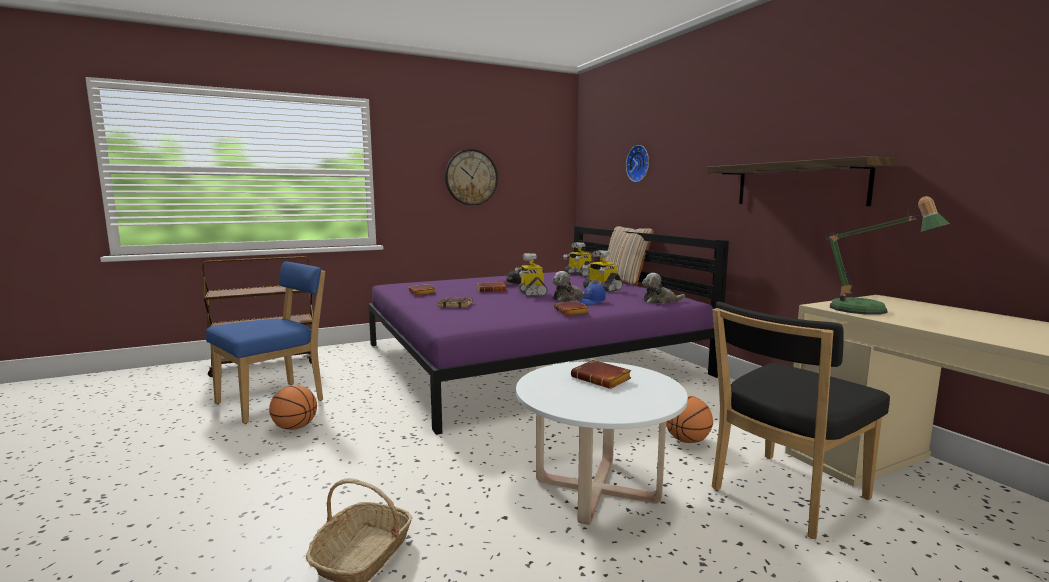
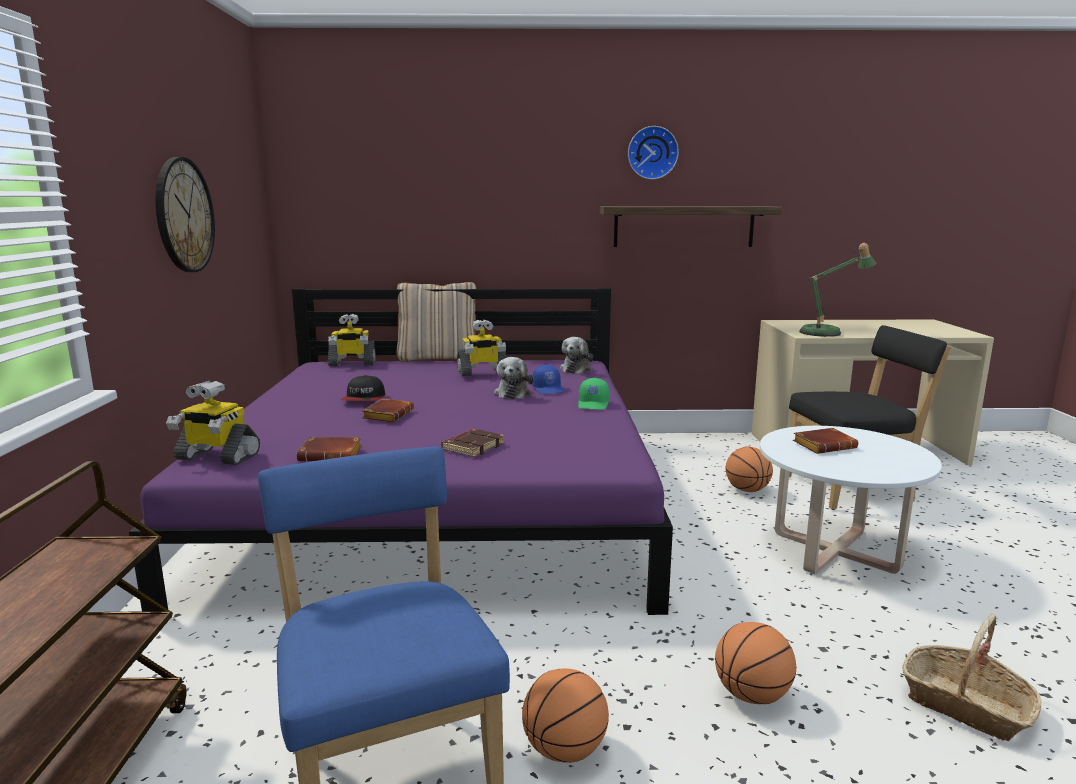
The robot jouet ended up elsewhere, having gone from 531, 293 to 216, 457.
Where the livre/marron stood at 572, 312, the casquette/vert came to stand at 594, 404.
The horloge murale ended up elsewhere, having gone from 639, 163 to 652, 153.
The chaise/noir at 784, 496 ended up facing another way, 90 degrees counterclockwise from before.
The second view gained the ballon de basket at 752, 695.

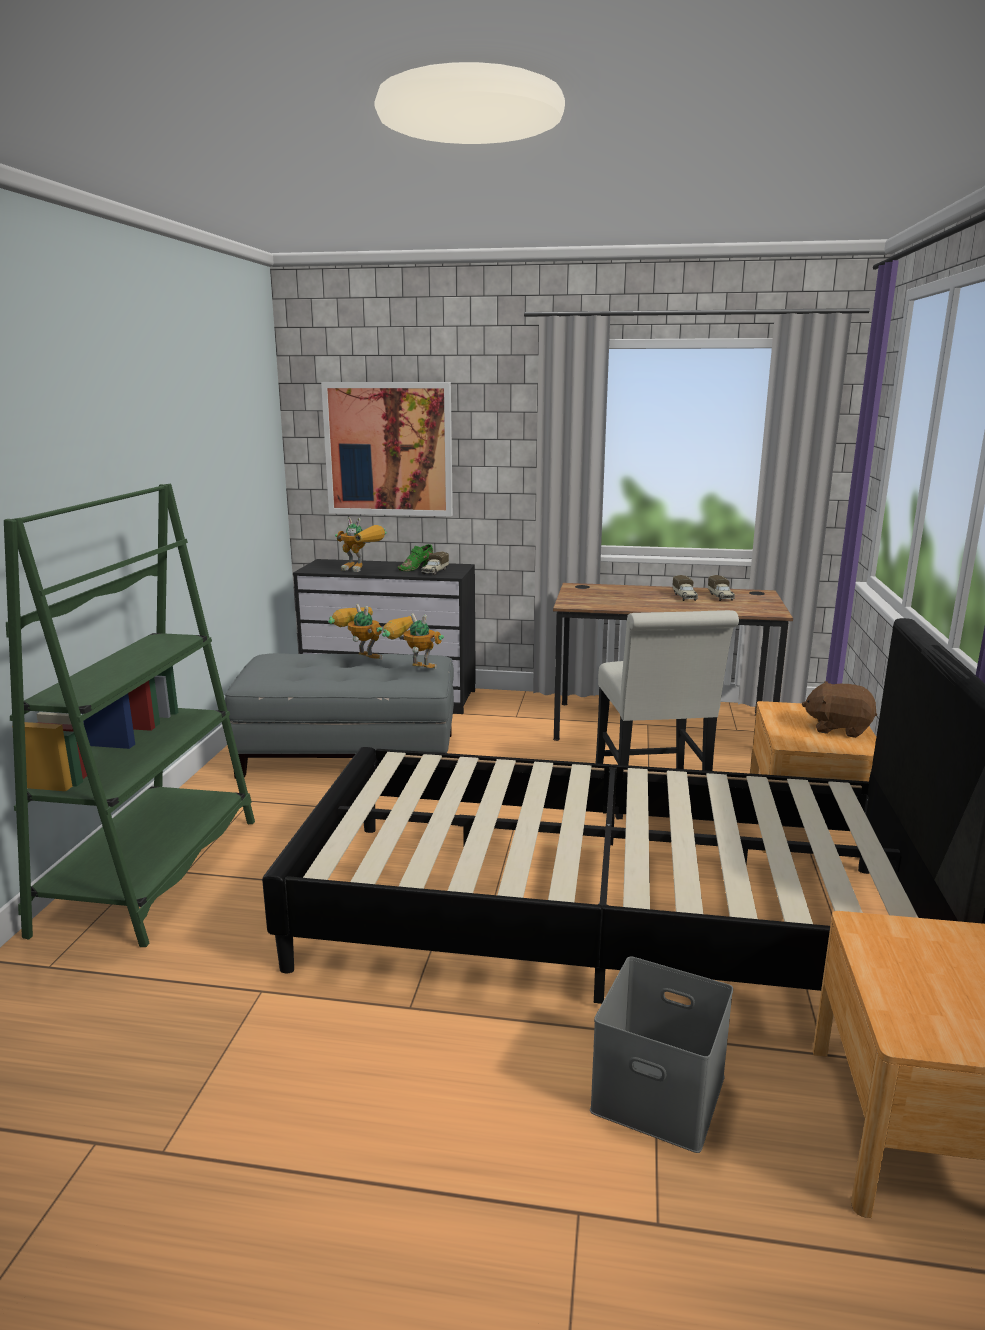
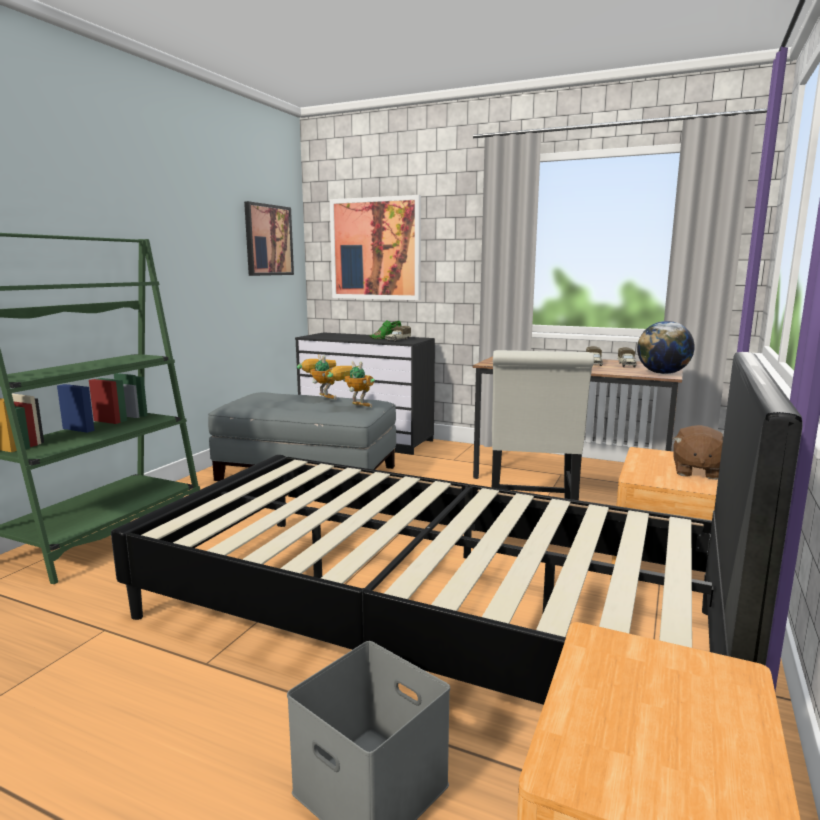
The second view lost the robot jouet at 362, 569.
The peluche/marron at 838, 728 ended up facing another way, 105 degrees counterclockwise from before.
The second view gained the tableau at 268, 240.
The second view gained the globe at 663, 373.

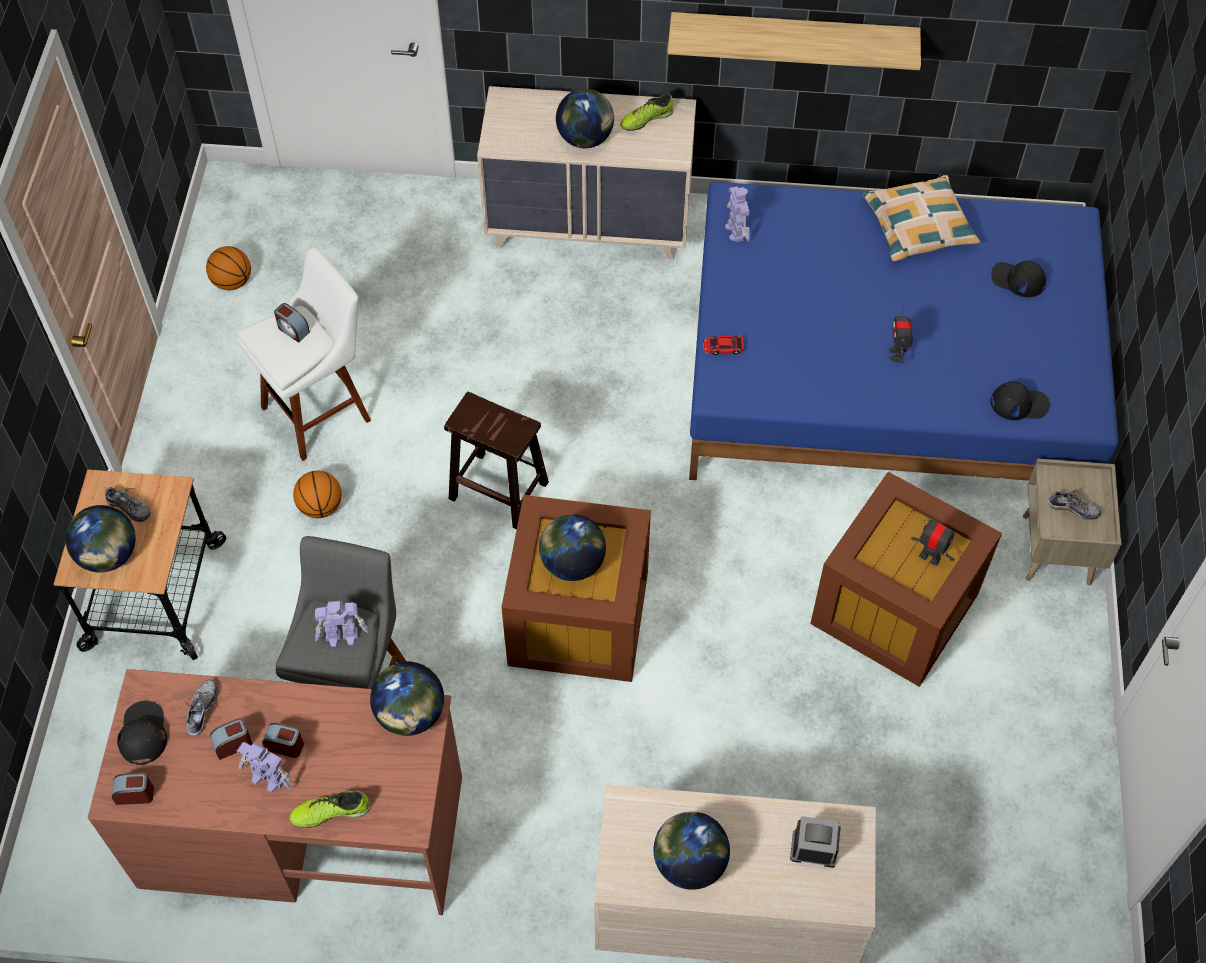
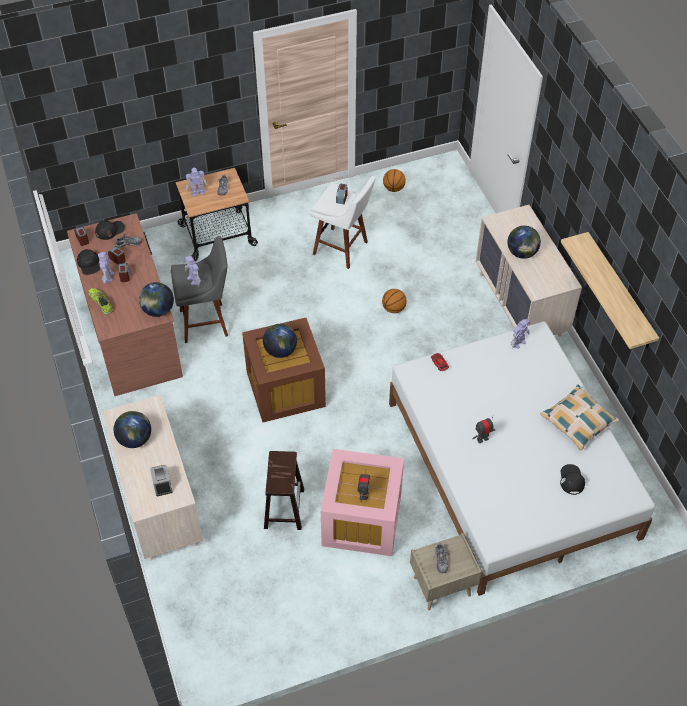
Where the globe stood at 109, 555, the robot jouet came to stand at 197, 192.
The ballon de basket ended up elsewhere, having gone from 321, 506 to 394, 308.
The tabouret/marron ended up elsewhere, having gone from 497, 490 to 284, 507.
The second view lost the chaussure at 646, 119.
What was the lit/bleu at 888, 373 turned into the lit/blanc at 510, 469.
What was the boîte de rangement/marron at 891, 609 turned into the boîte de rangement/rose at 361, 518.
The casquette/noir ended up elsewhere, having gone from 1019, 404 to 89, 264.

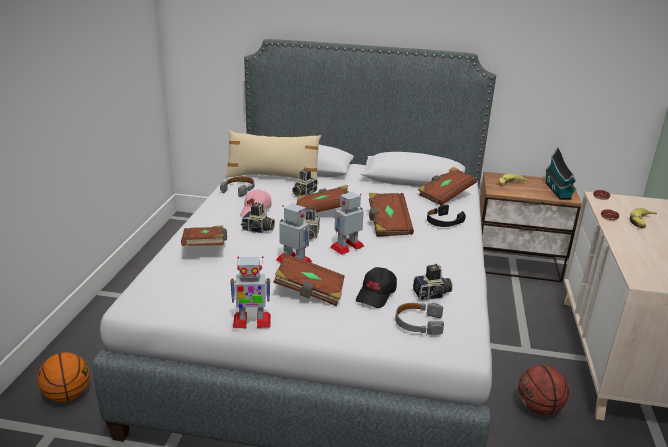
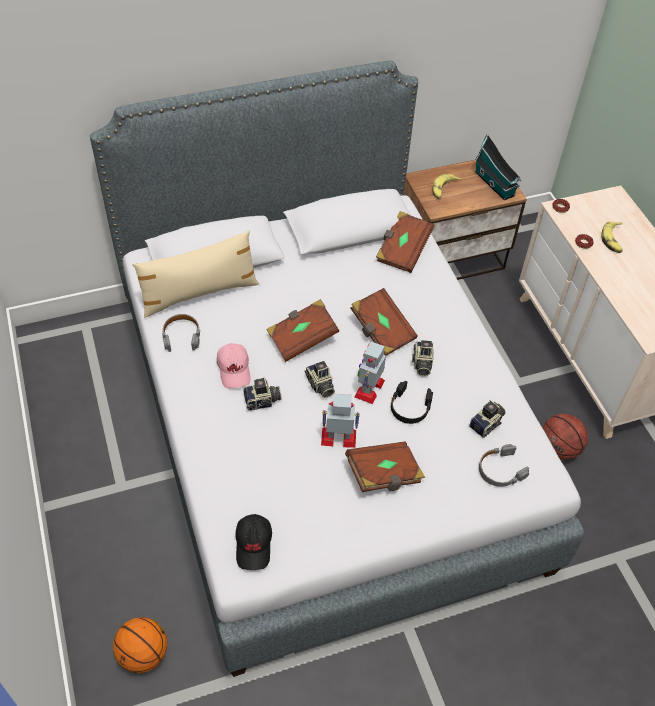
The second view lost the livre/marron at 205, 247.
The second view lost the robot jouet at 251, 321.
The appareil photo ended up elsewhere, having gone from 303, 193 to 421, 364.
The casquette/noir ended up elsewhere, having gone from 376, 295 to 254, 545.
The casque audio/noir ended up elsewhere, having gone from 443, 221 to 410, 407.

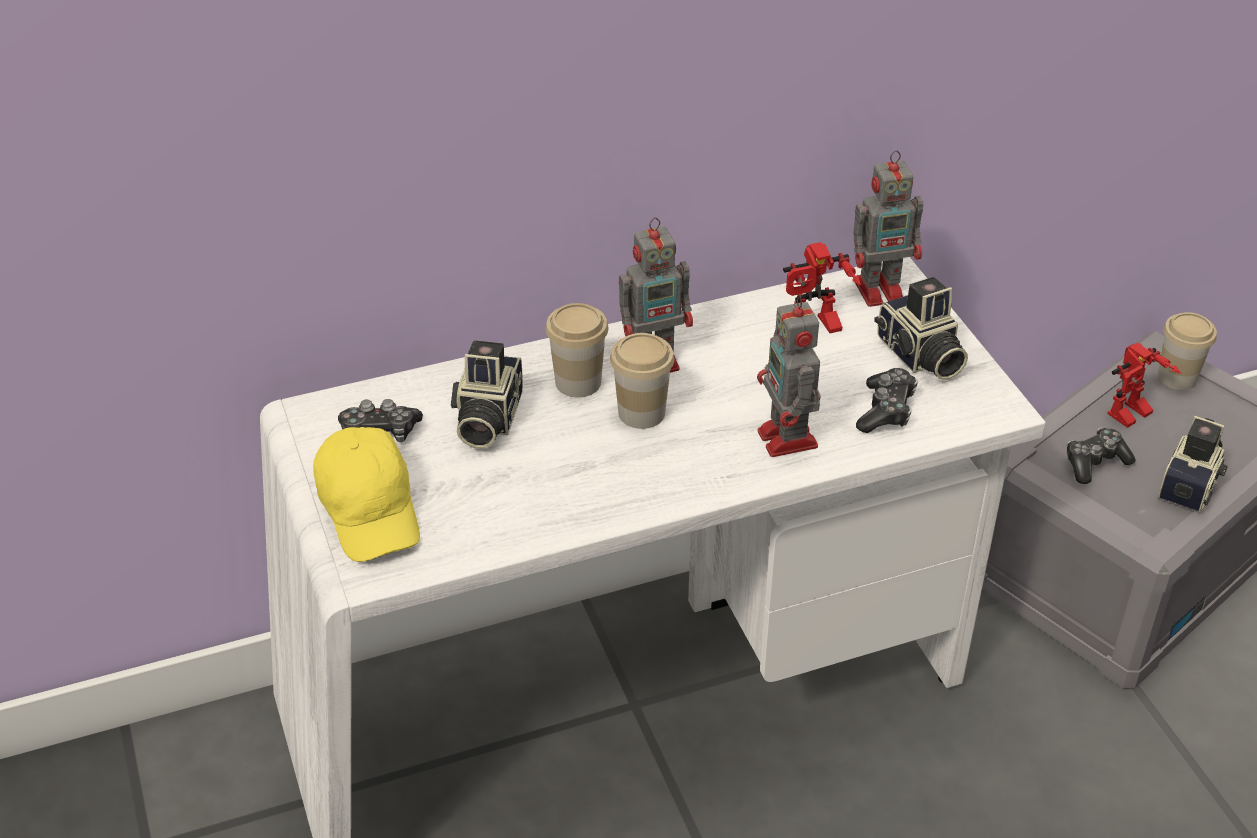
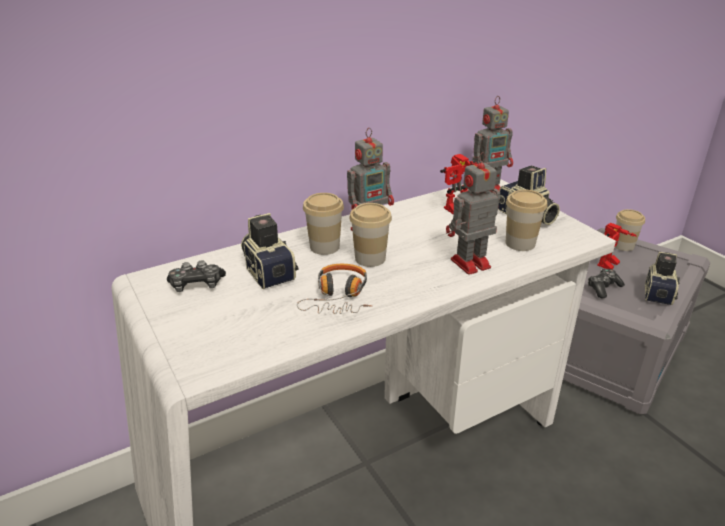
The second view lost the casquette/jaune at 370, 510.
The appareil photo at 486, 419 ended up facing another way, 150 degrees clockwise from before.
The robot jouet at 788, 441 ended up facing another way, 90 degrees clockwise from before.
Where the manette stood at 886, 410, the tasse came to stand at 520, 243.
The second view gained the casque audio at 339, 298.

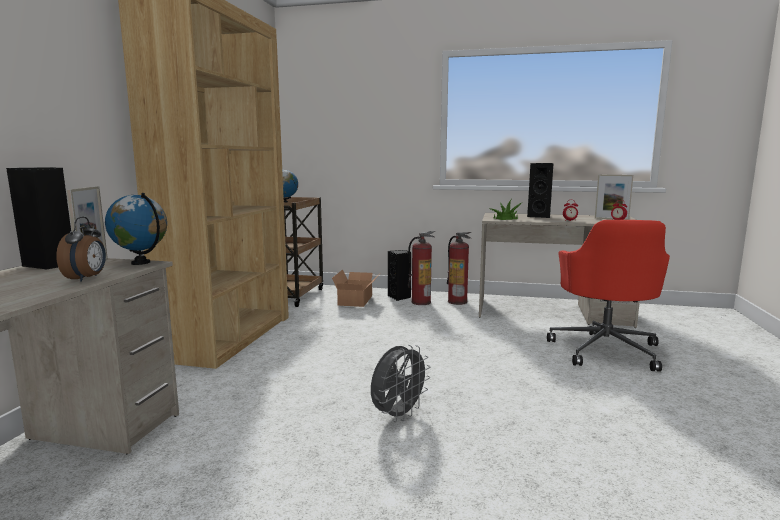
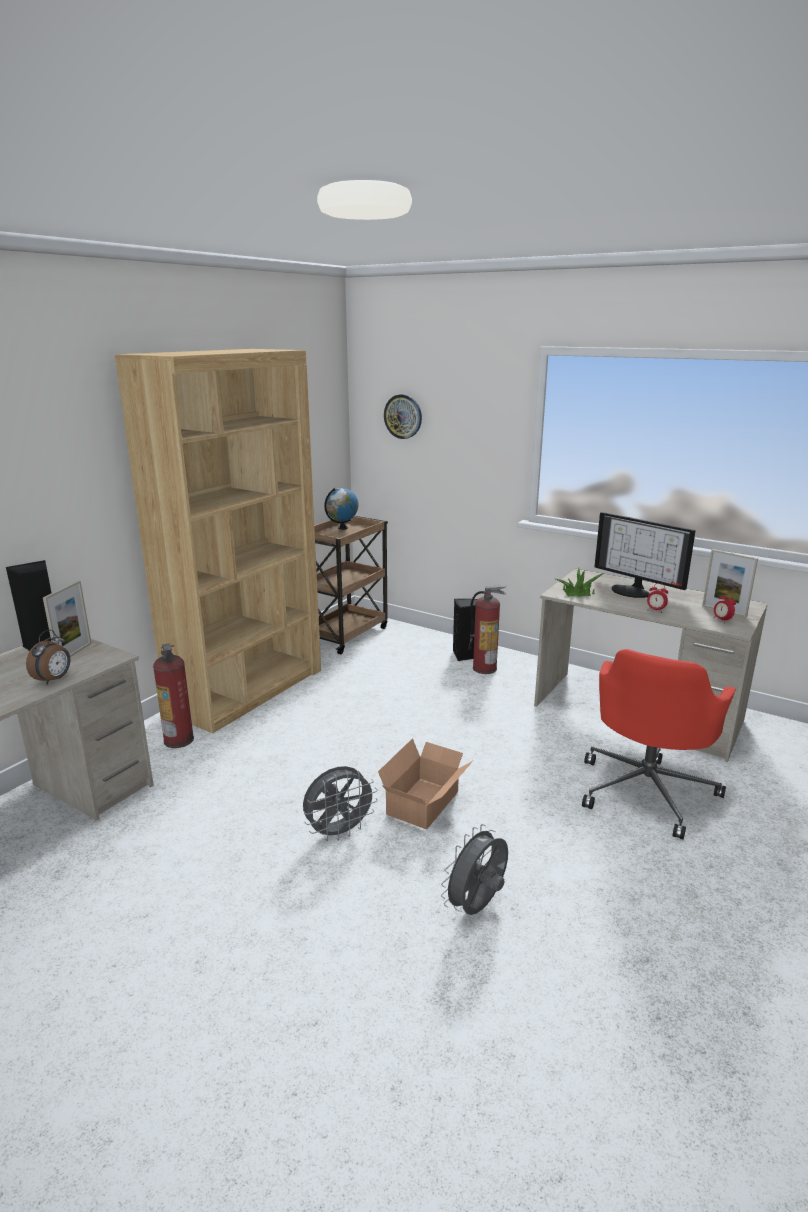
The second view lost the globe at 141, 263.
The carton ended up elsewhere, having gone from 357, 300 to 426, 803.
The extincteur ended up elsewhere, having gone from 457, 301 to 179, 740.
Where the enceinte/noir stood at 540, 216, the écran d'ordinateur came to stand at 633, 590.
The second view gained the horloge murale at 403, 416.
The second view gained the ventilateur/gris at 477, 907.

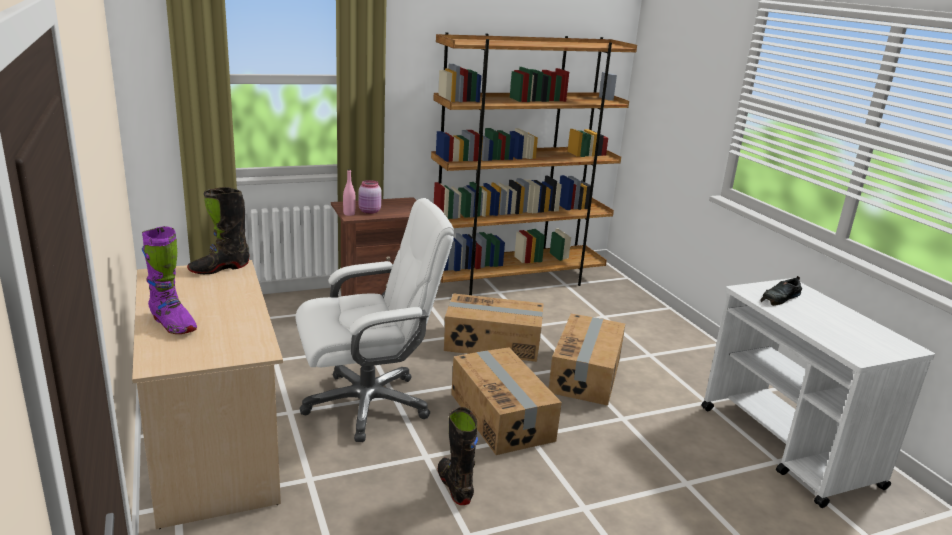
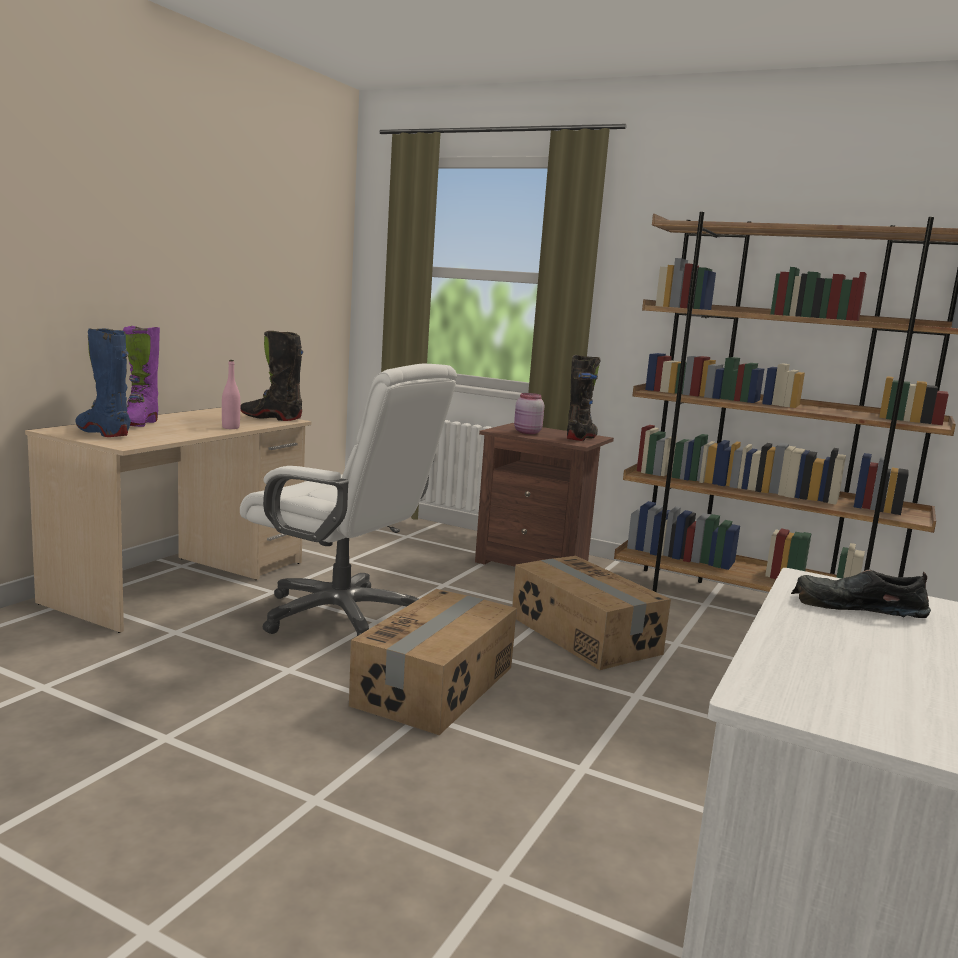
The bouteille/rose ended up elsewhere, having gone from 349, 214 to 230, 427.
The botte/noir ended up elsewhere, having gone from 455, 486 to 581, 438.
The second view lost the carton at 586, 374.
The second view gained the botte/bleu at 103, 432.

